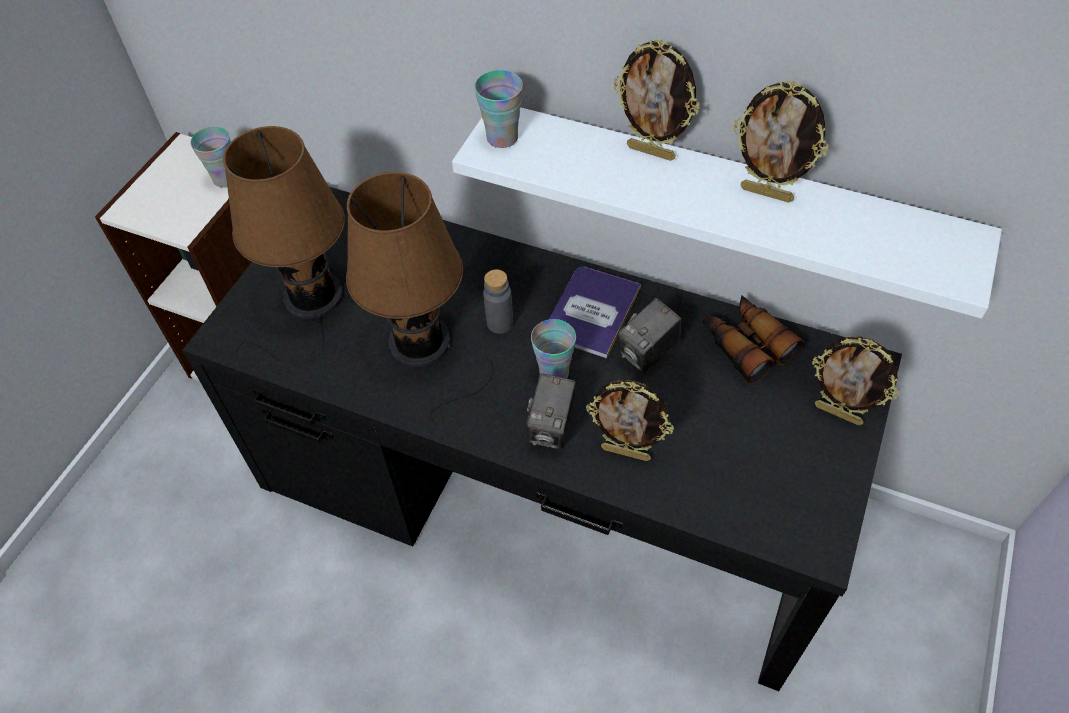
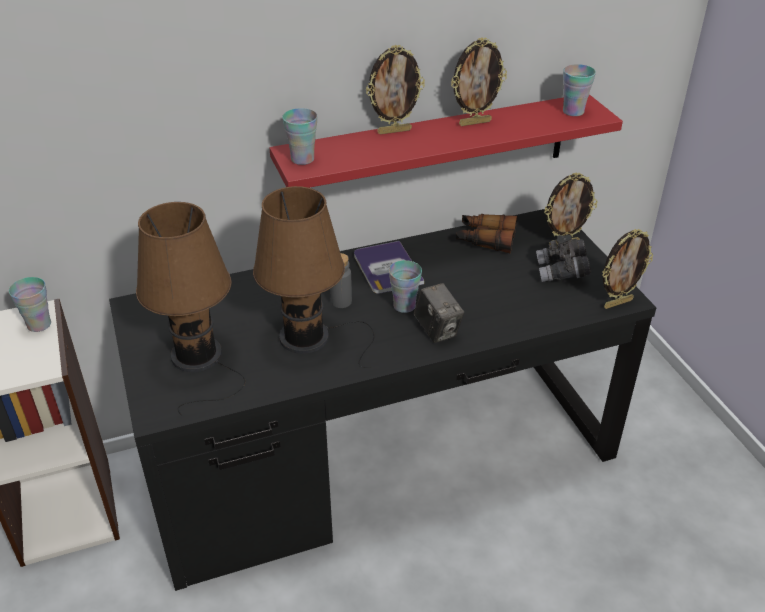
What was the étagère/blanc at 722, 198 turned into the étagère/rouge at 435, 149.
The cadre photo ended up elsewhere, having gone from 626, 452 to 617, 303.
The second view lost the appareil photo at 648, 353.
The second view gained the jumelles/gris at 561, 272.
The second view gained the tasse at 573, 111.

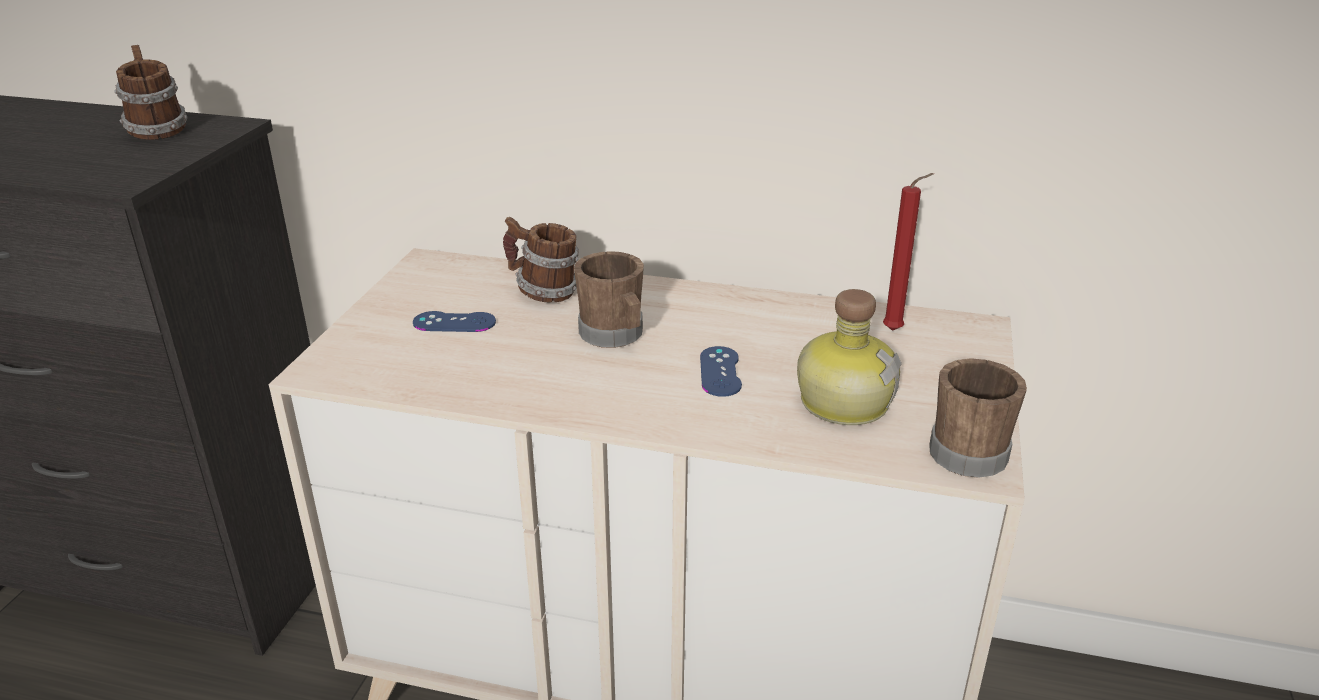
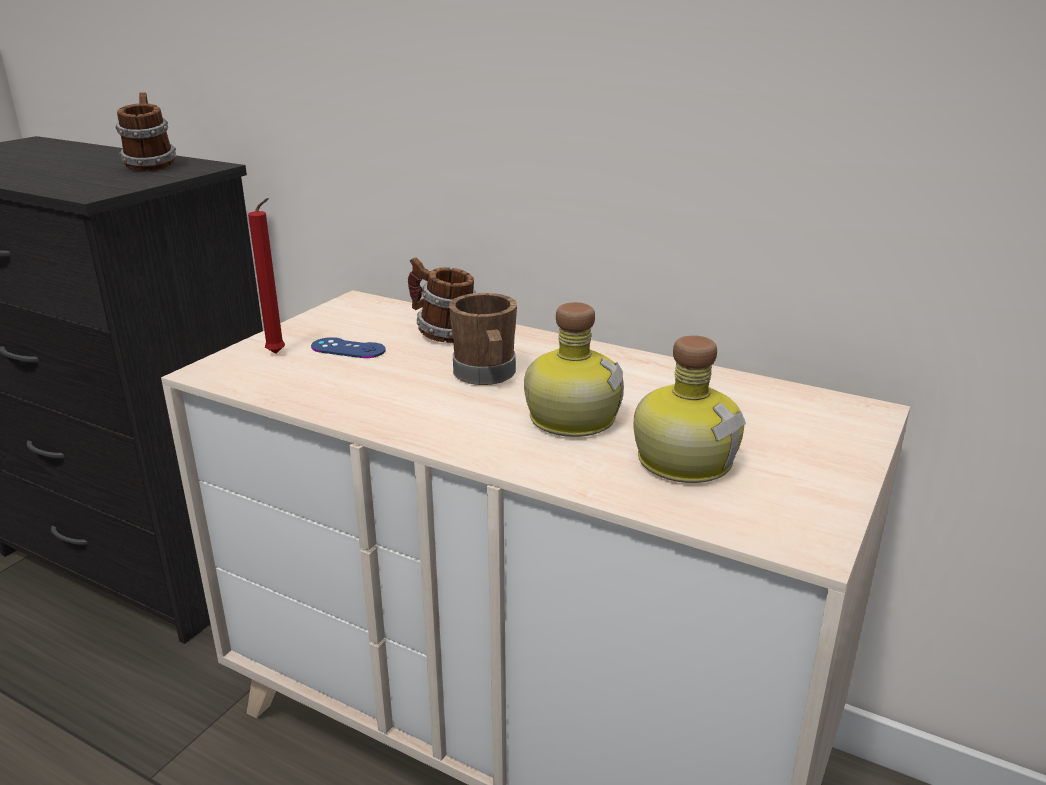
Where the manette/bleu stood at 720, 371, the bouteille came to stand at 570, 417.
The bougie/rouge ended up elsewhere, having gone from 896, 331 to 278, 354.
The second view lost the mug/marron at 973, 450.

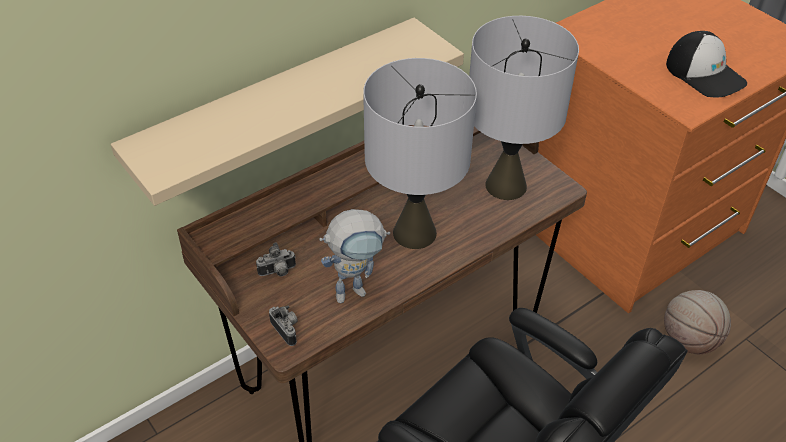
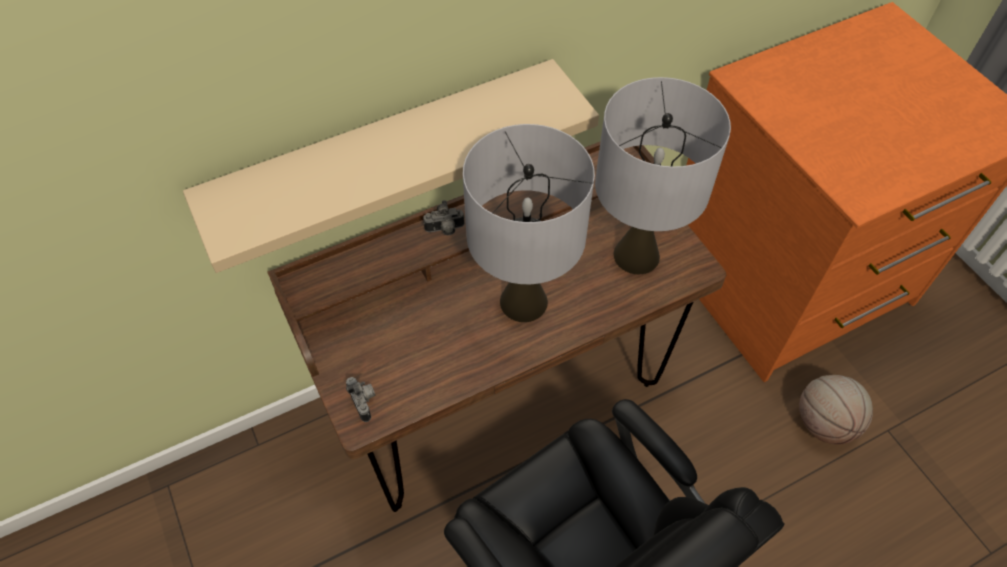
The appareil photo ended up elsewhere, having gone from 278, 272 to 445, 230.
The second view lost the robot jouet at 357, 289.
The second view lost the casquette at 705, 74.

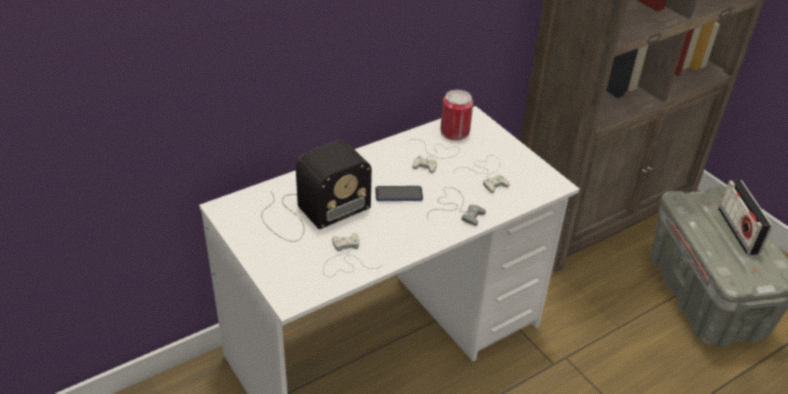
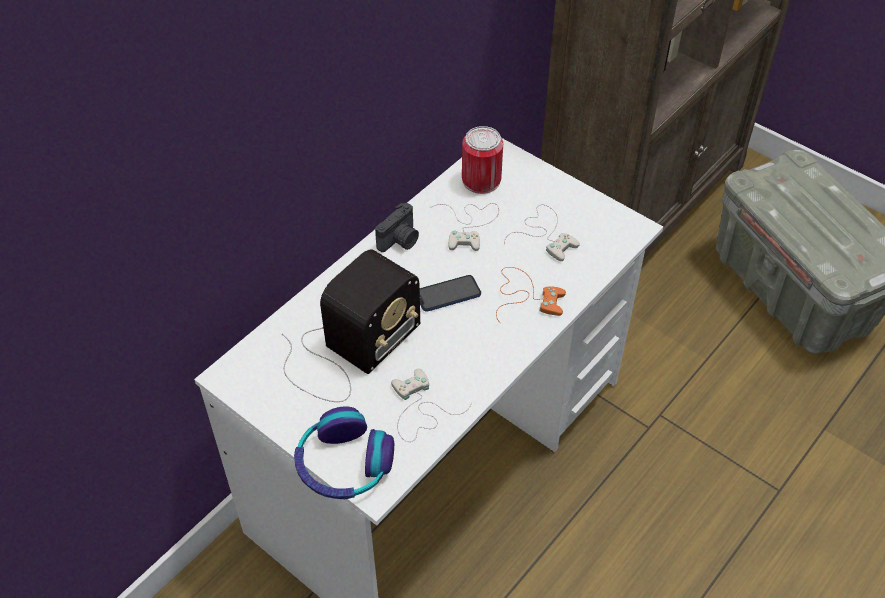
What was the manette/gris at 455, 208 turned into the manette/orange at 526, 295.
The second view lost the radio at 738, 231.
The second view gained the casque audio at 343, 464.
The second view gained the appareil photo at 400, 241.

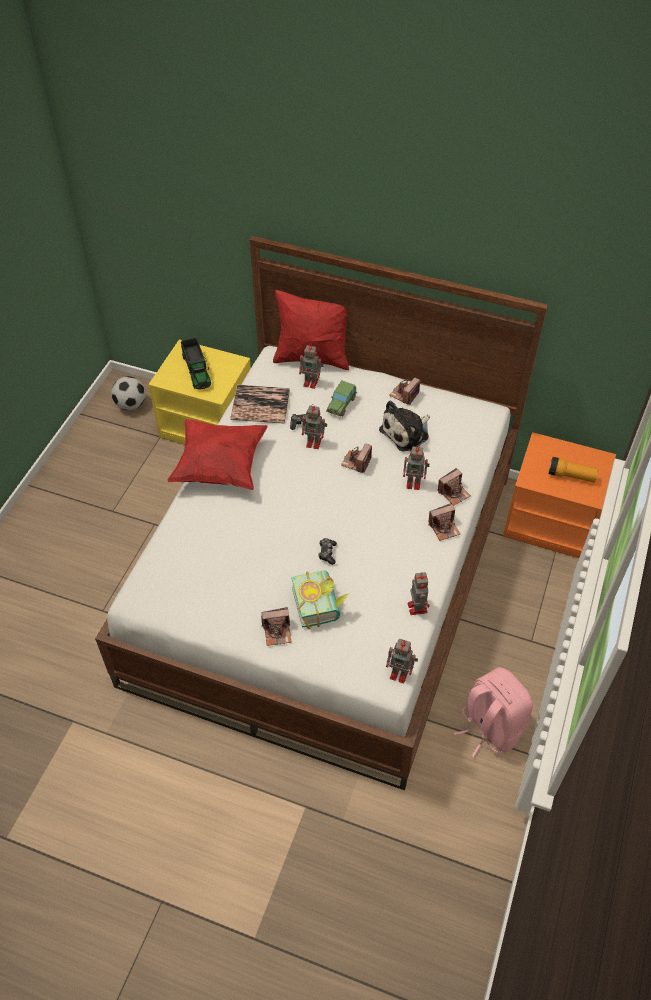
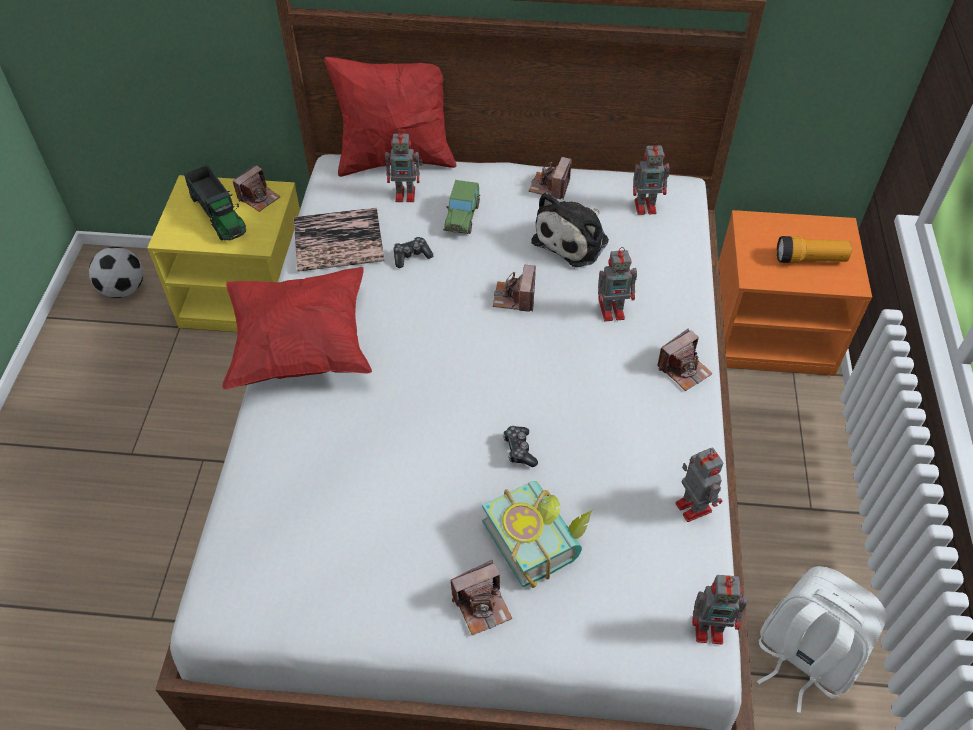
The robot jouet ended up elsewhere, having gone from 314, 442 to 646, 206.
The appareil photo ended up elsewhere, having gone from 453, 493 to 259, 197.
What was the sac à dos/rose at 489, 727 turned into the sac à dos/blanc at 803, 657.

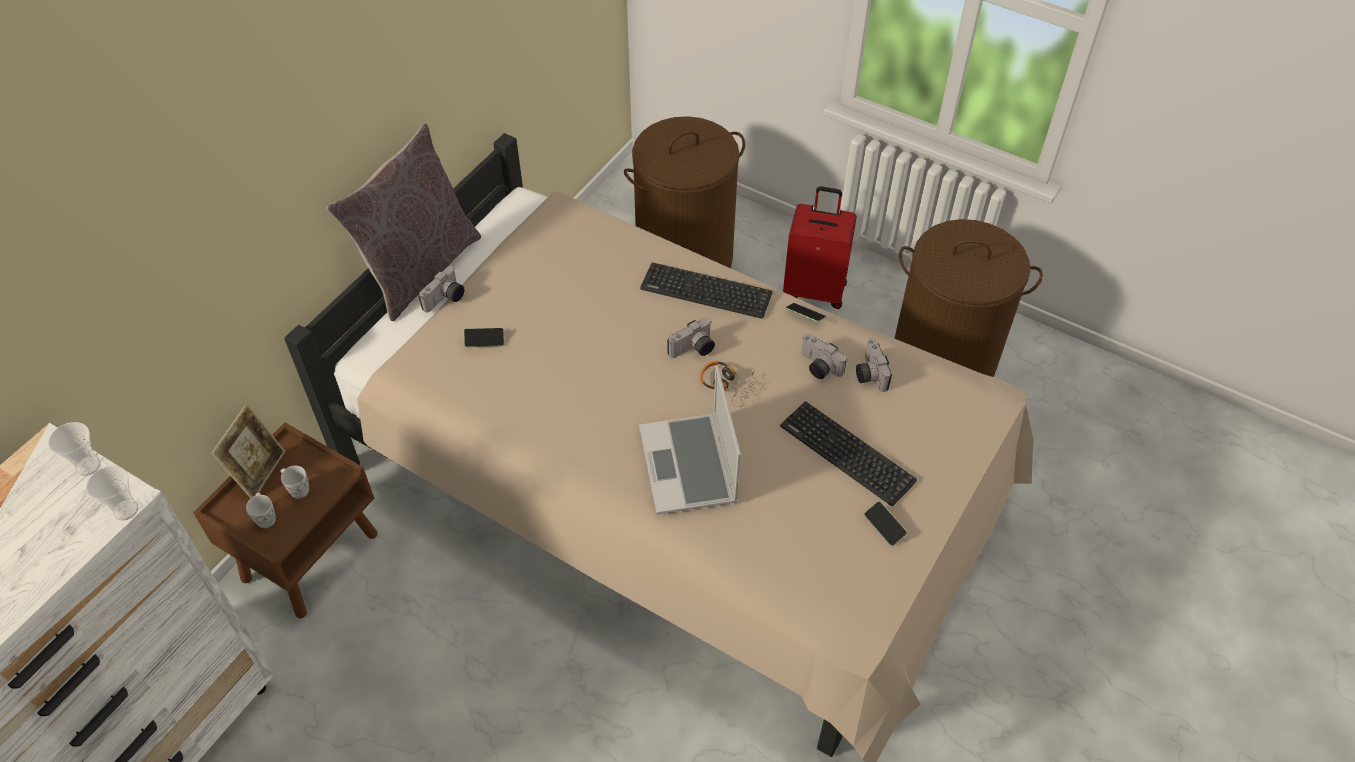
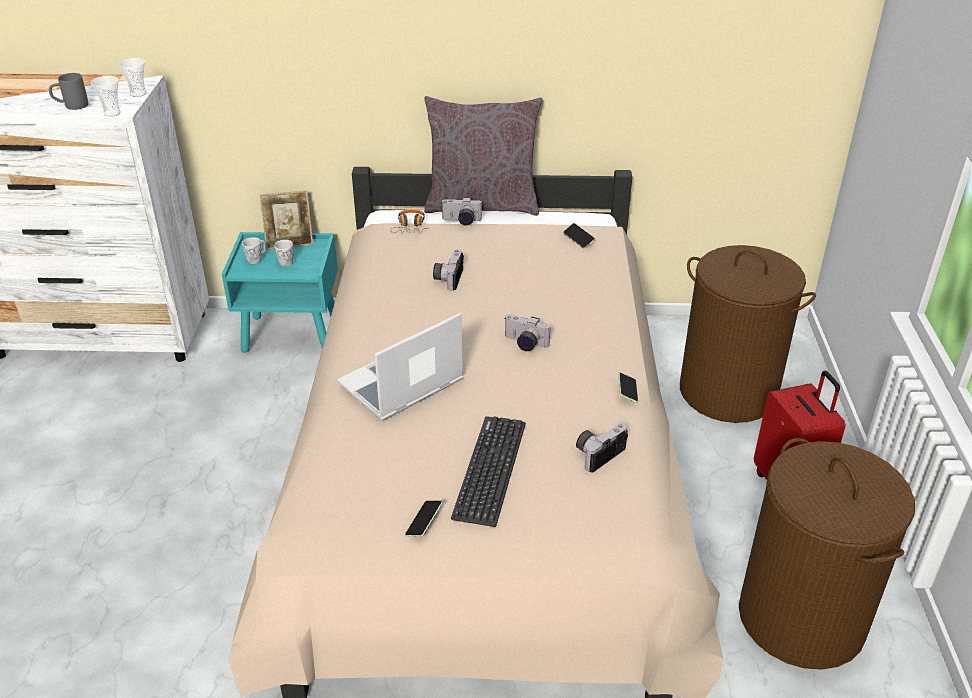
What was the table de chevet/marron at 311, 555 turned into the table de chevet/turquoise at 292, 334.
The téléphone ended up elsewhere, having gone from 484, 341 to 578, 240.
The second view lost the clavier at 706, 291.
The casque audio ended up elsewhere, having gone from 727, 385 to 410, 227.
The appareil photo ended up elsewhere, having gone from 818, 367 to 448, 278.
The second view gained the mug/gris at 71, 106.

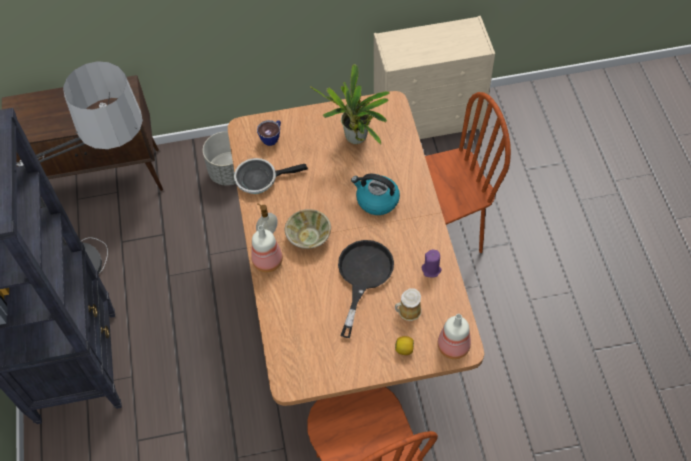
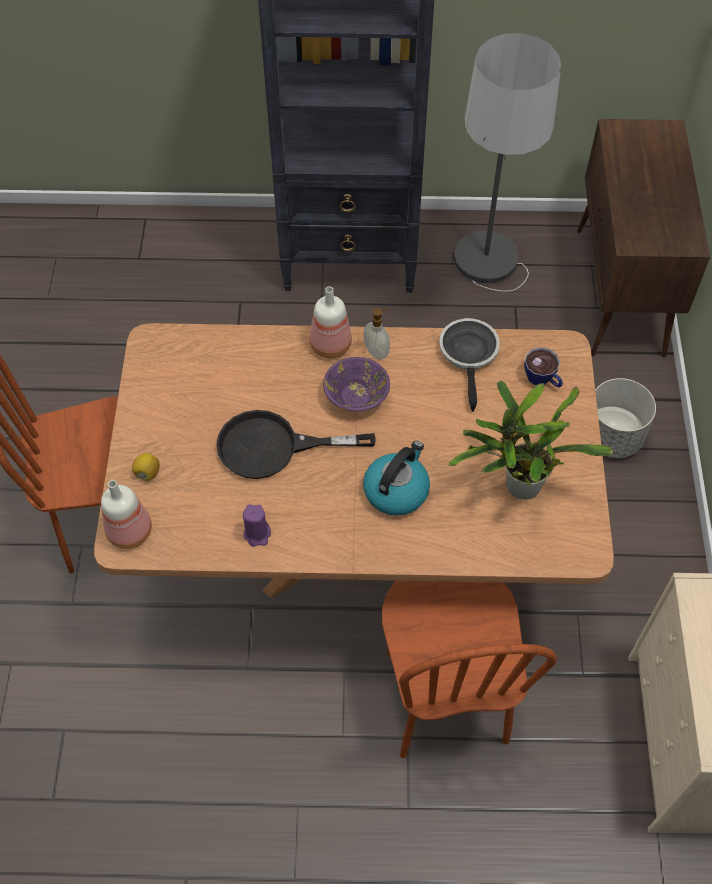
What was the bol/beige at 308, 236 turned into the bol/violet at 357, 396.
The poêle/noir at 363, 276 ended up facing another way, 150 degrees clockwise from before.
The second view lost the mug at 408, 311.

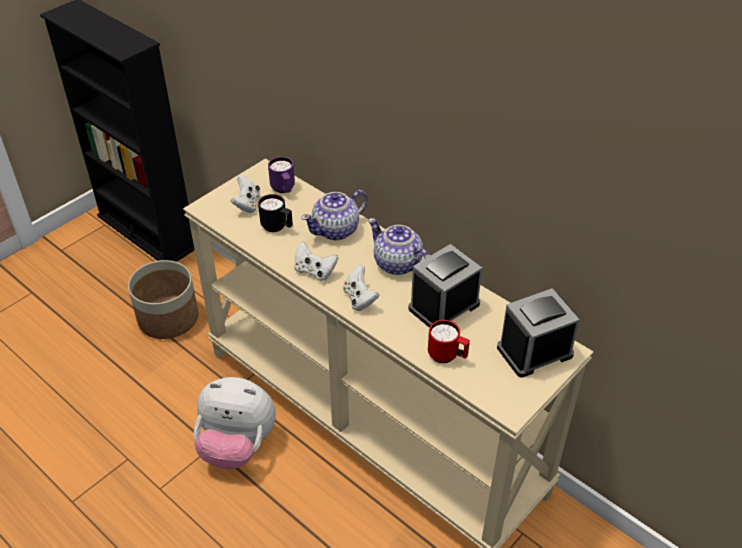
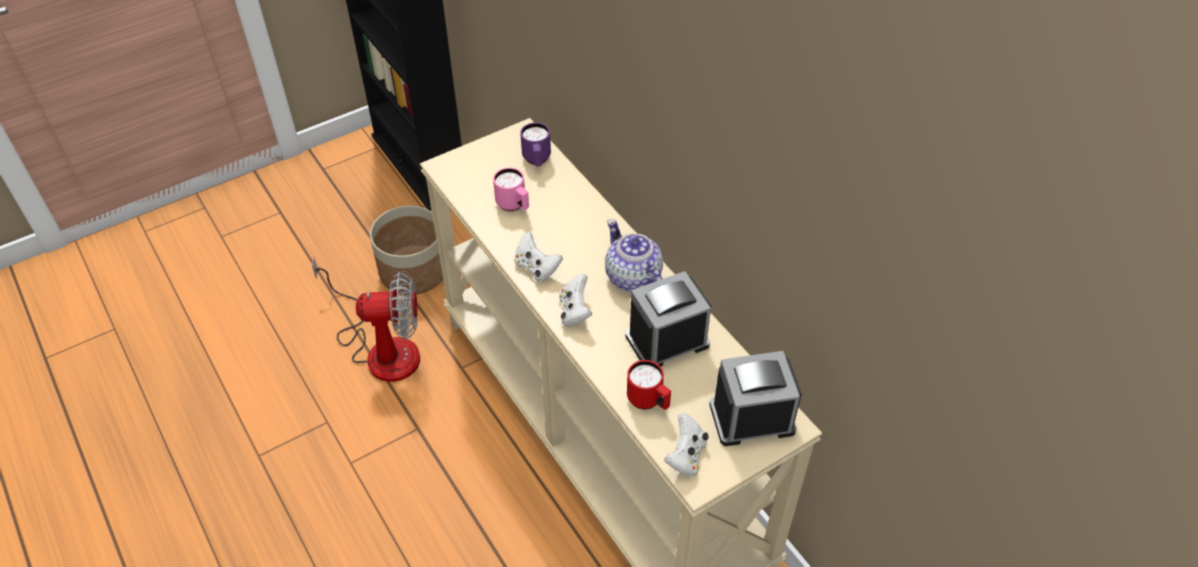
The second view lost the peluche at 237, 446.
The manette/blanc ended up elsewhere, having gone from 247, 204 to 686, 456.
What was the mug/noir at 277, 227 turned into the mug/rose at 514, 206.
The second view lost the théière at 336, 230.
The second view gained the ventilateur at 382, 348.

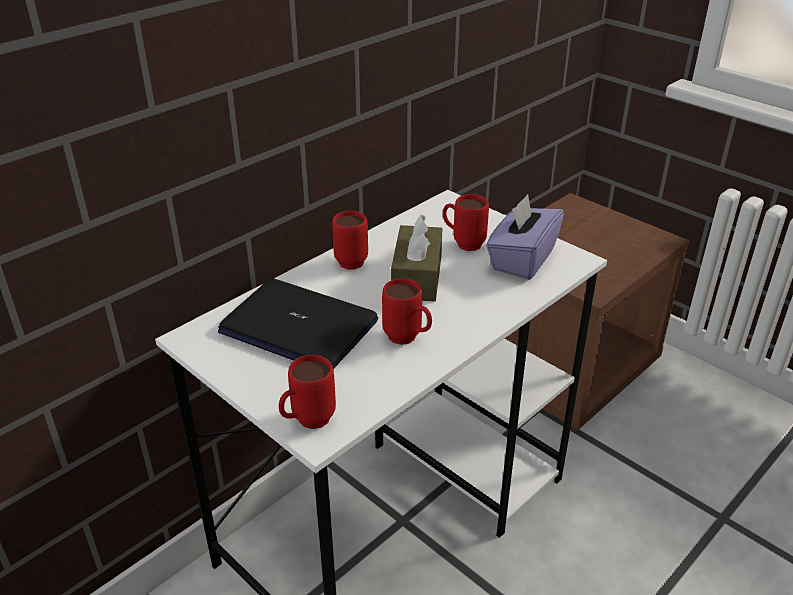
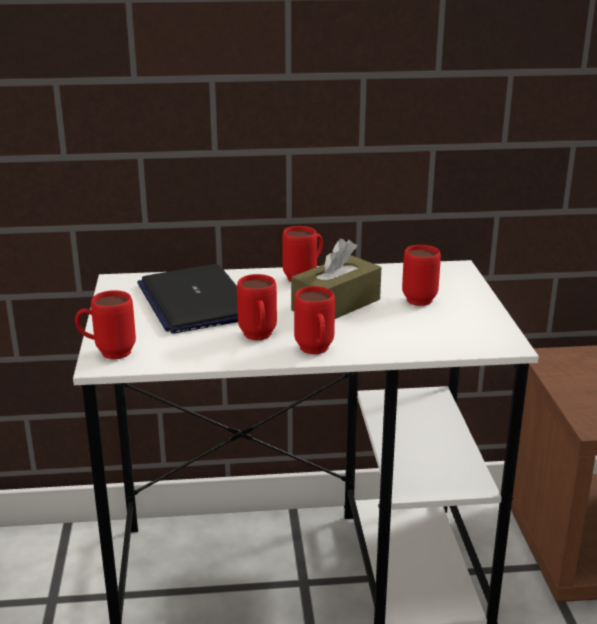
The second view lost the boîte à mouchoirs/violet at 522, 259.
The second view gained the mug/rouge at 315, 352.

